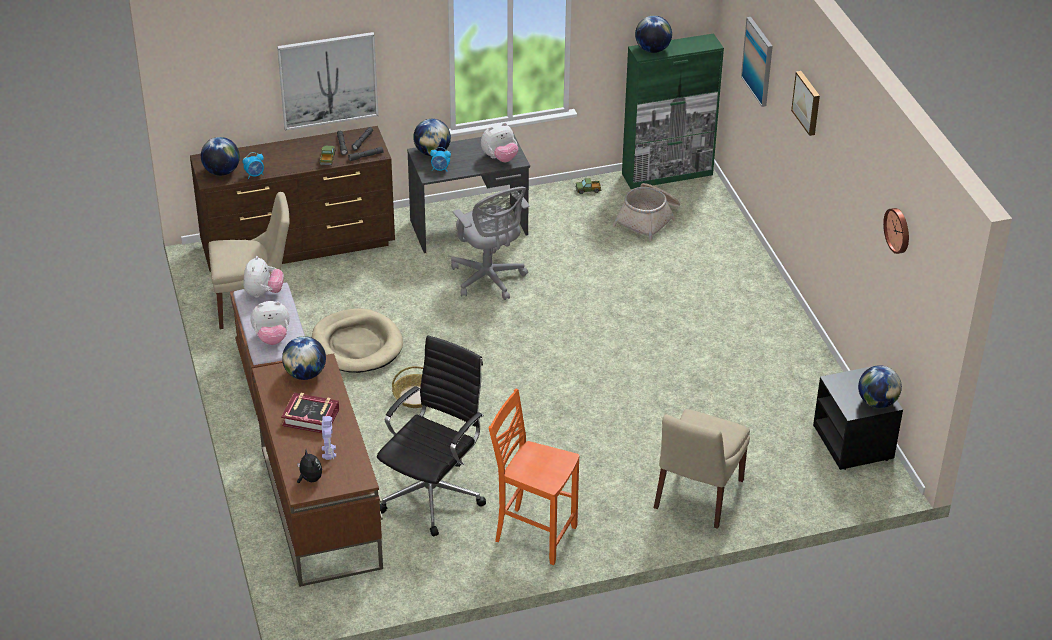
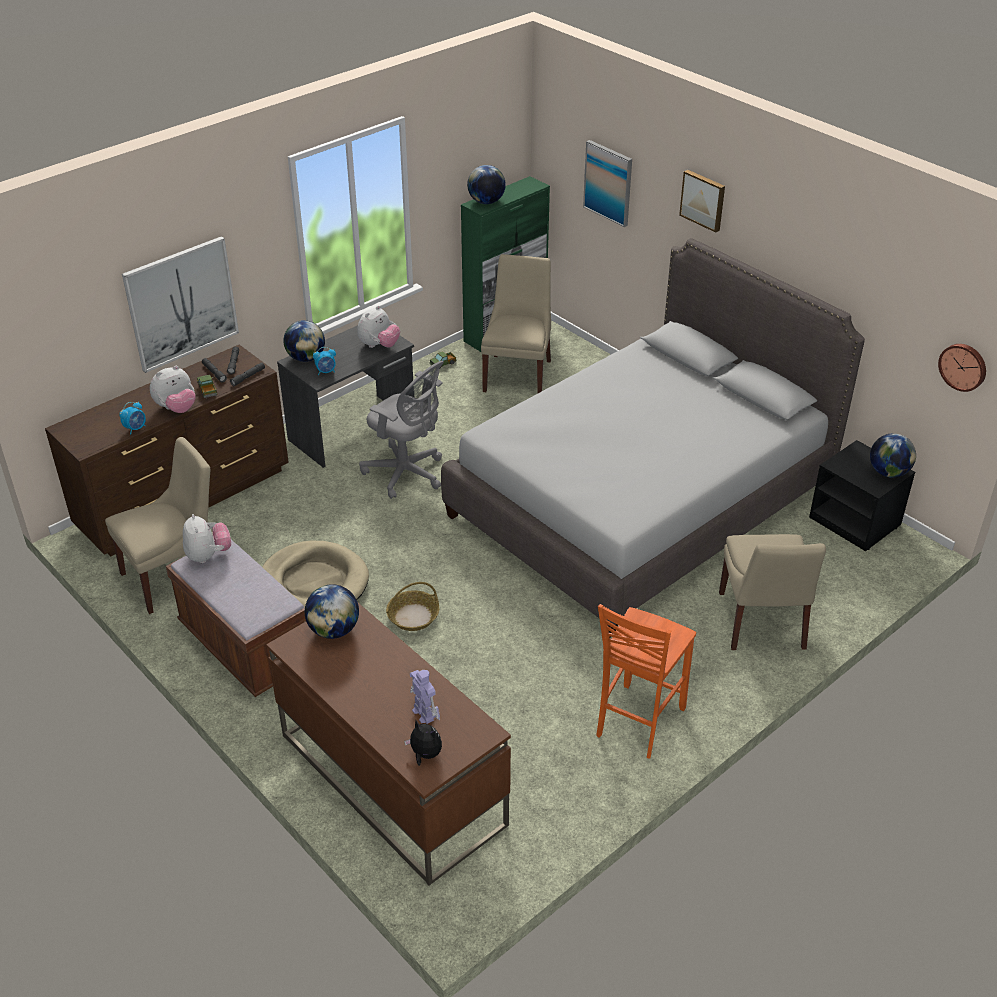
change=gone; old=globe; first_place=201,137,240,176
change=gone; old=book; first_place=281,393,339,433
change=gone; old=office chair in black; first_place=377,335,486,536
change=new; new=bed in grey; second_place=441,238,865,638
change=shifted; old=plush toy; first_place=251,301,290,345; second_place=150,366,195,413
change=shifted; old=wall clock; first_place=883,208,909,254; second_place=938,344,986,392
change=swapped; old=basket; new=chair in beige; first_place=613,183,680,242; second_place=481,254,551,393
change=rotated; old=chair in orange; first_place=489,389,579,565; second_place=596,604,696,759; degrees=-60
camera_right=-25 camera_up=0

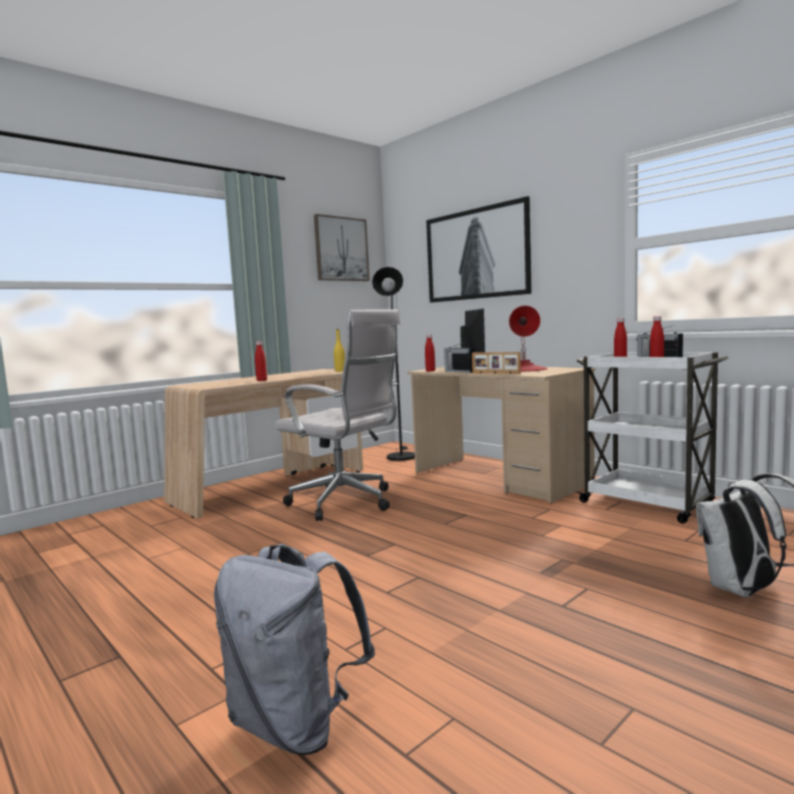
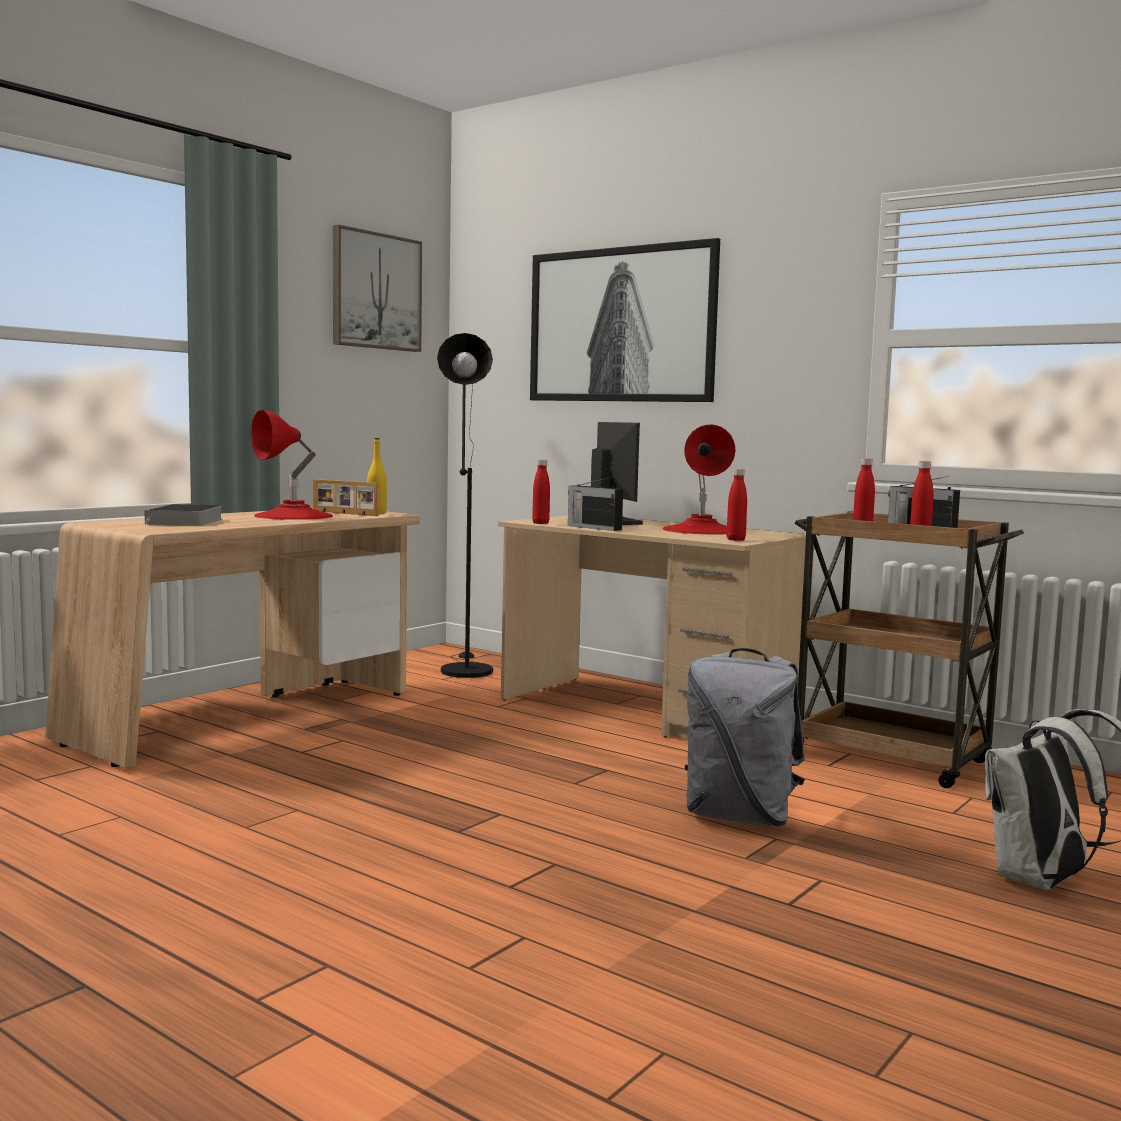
change=gone; old=office chair in white; first_place=274,309,400,521
change=new; new=book; second_place=143,504,223,526
change=new; new=table lamp in red; second_place=251,409,333,520
change=shifted; old=backpack in grey; first_place=214,544,375,755; second_place=685,648,805,826
change=shifted; old=bottle in red; first_place=255,341,267,381; second_place=727,468,747,541
change=shifted; old=picture frame; first_place=472,352,521,374; second_place=313,479,379,516
change=repainted; old=cart in white; new=cart in brown; first_place=576,352,728,524; second_place=794,511,1024,788
camera_right=-10 camera_up=0

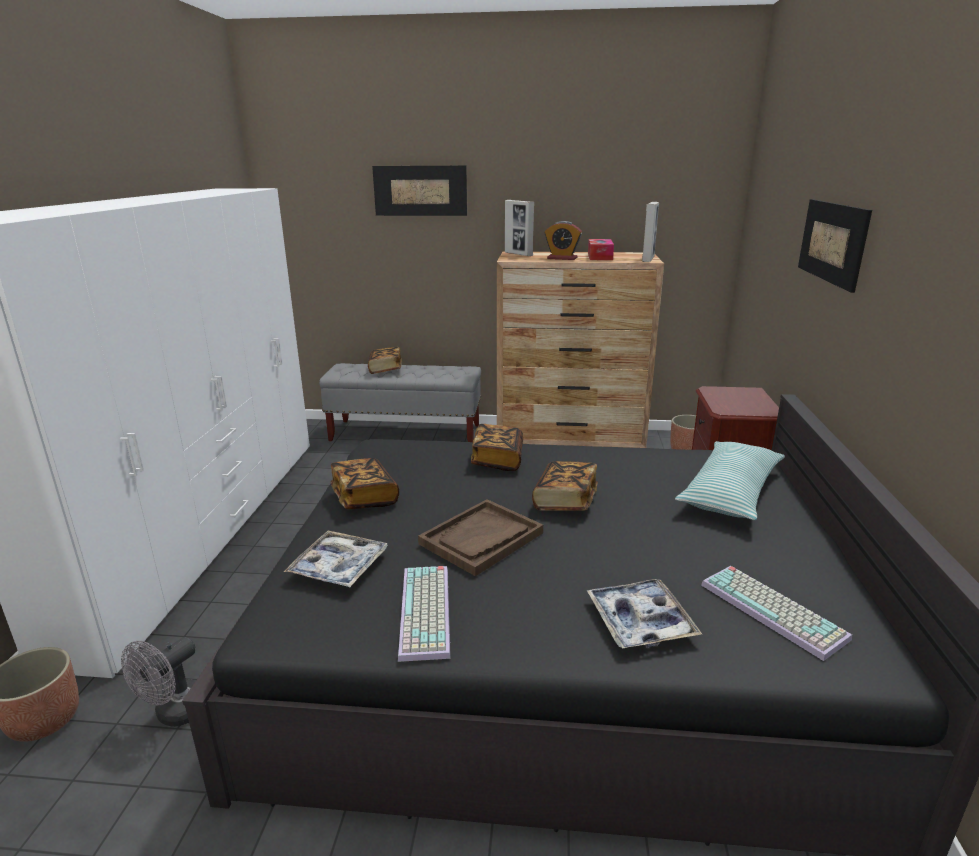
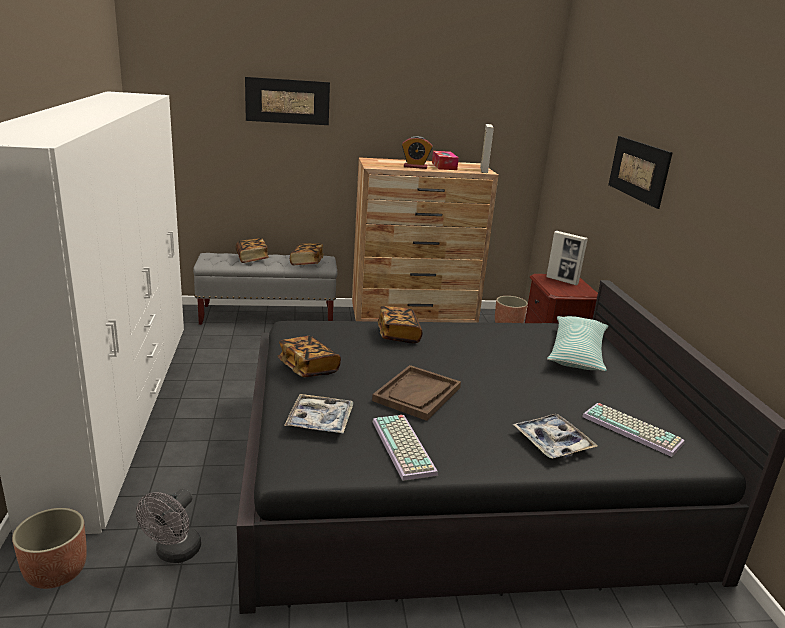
change=shifted; old=picture frame; first_place=505,200,534,256; second_place=546,231,588,285
change=shifted; old=book; first_place=532,461,598,511; second_place=290,243,324,265
camera_right=-15 camera_up=0

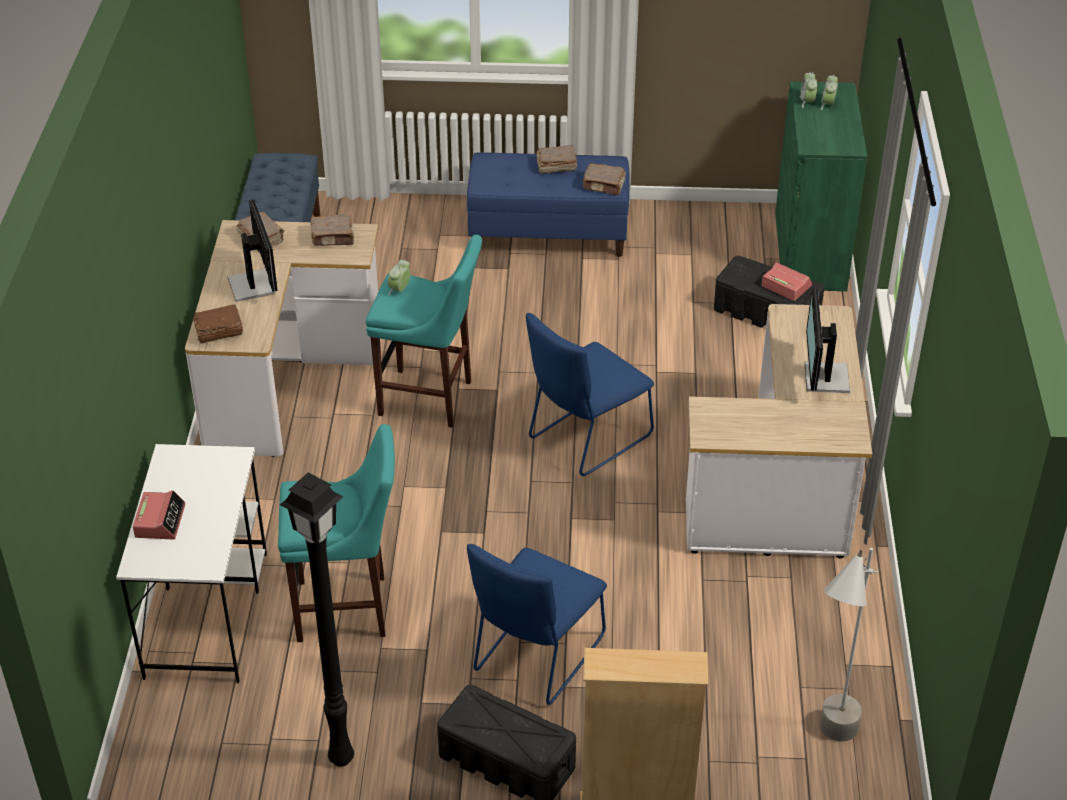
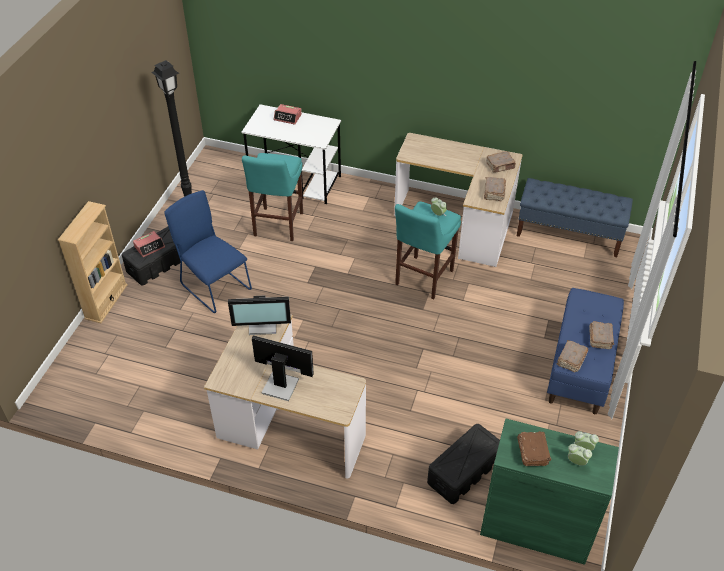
change=gone; old=chair in blue; first_place=526,313,654,476
change=gone; old=floor lamp in grey; first_place=820,548,879,741
change=shifted; old=book in brown; first_place=193,305,243,344; second_place=517,431,551,466
change=shifted; old=monitor; first_place=228,200,278,302; second_place=228,296,291,335
change=shifted; old=alarm clock; first_place=762,262,812,301; second_place=133,231,165,257
camera_right=105 camera_up=5

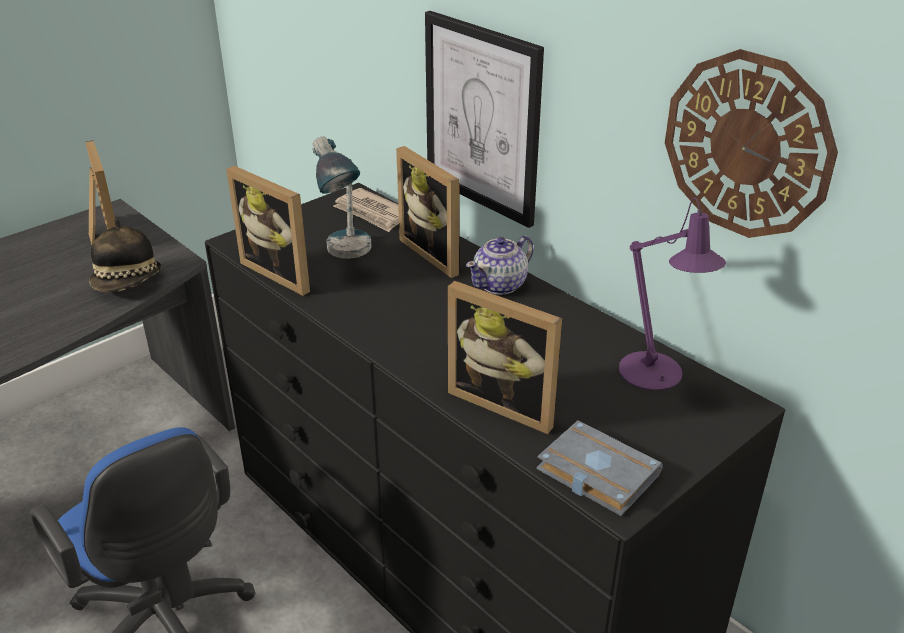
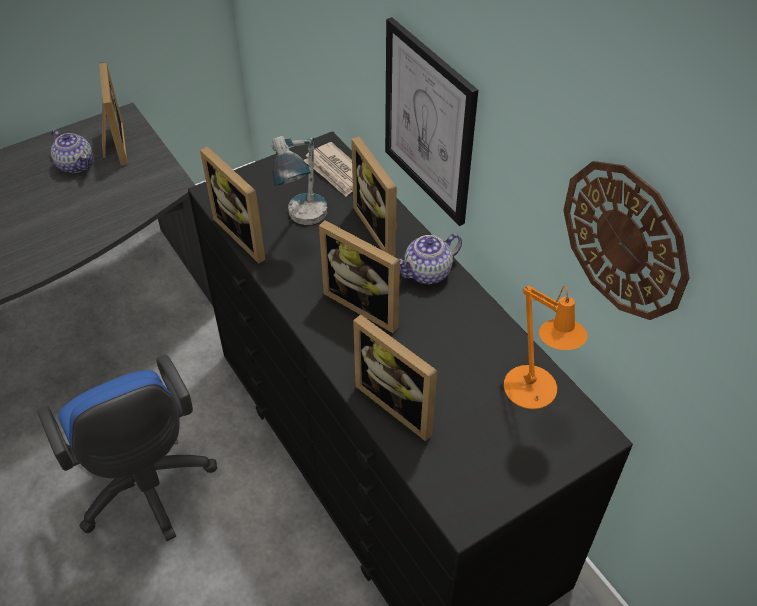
change=gone; old=hat; first_place=89,219,162,292
change=gone; old=book in grey; first_place=537,420,663,516
change=new; new=teapot; second_place=51,130,93,173
change=new; new=picture frame; second_place=319,220,400,333
change=repainted; old=table lamp in purple; new=table lamp in orange; first_place=619,198,726,390; second_place=504,286,587,409
camera_right=10 camera_up=15

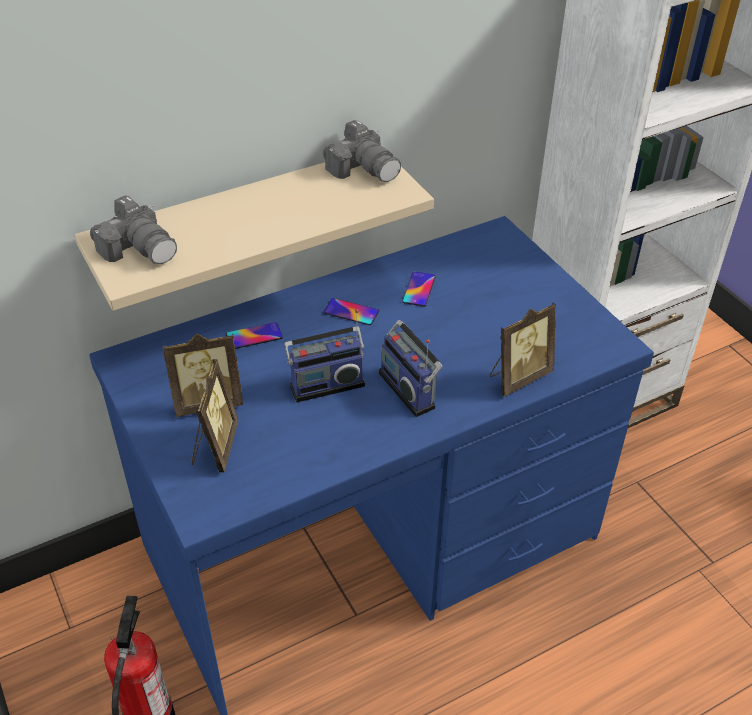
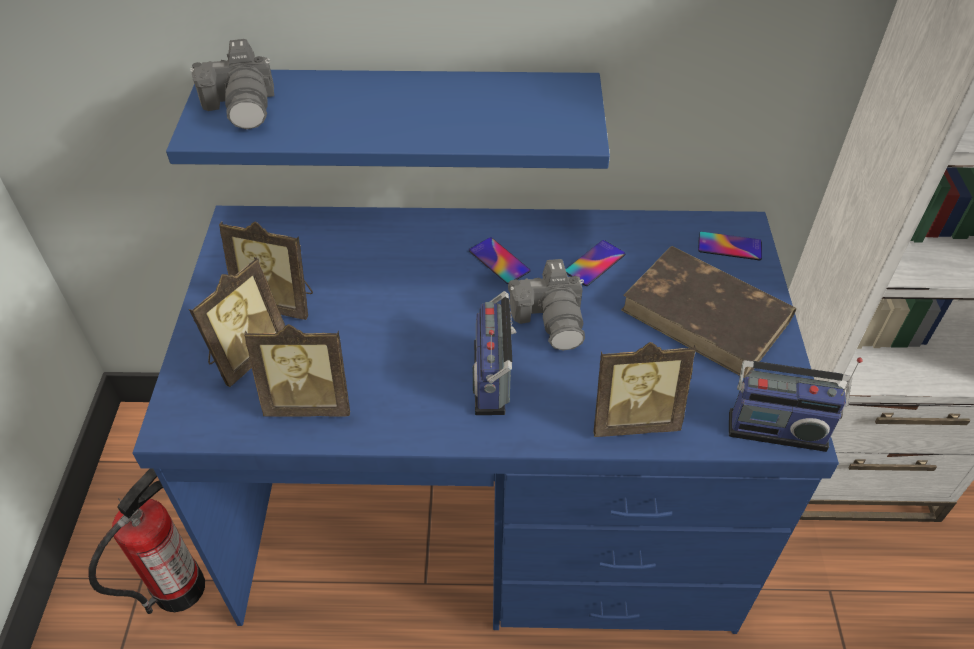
change=new; new=picture frame; second_place=244,324,350,416
change=new; new=book in brown; second_place=621,246,796,378
change=shifted; old=phone; first_place=226,322,283,349; second_place=698,232,762,260
change=shifted; old=radio; first_place=284,309,365,402; second_place=729,358,863,452
change=shifted; old=photo camera; first_place=323,120,401,182; second_place=508,259,585,351
change=repainted; old=shelf in beige; new=shelf in blue; first_place=75,162,434,311; second_place=166,70,610,169
camera_right=30 camera_up=5

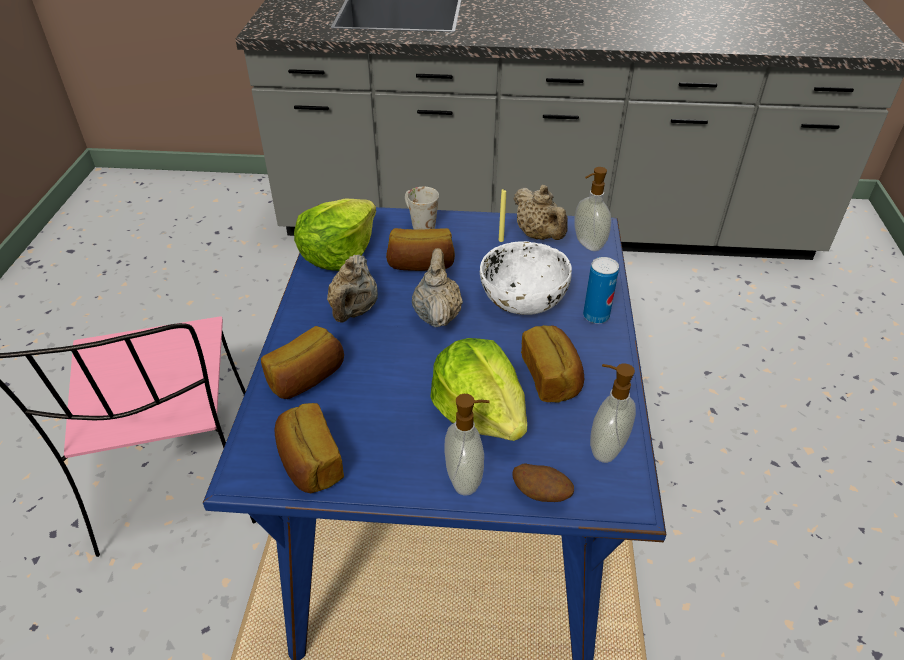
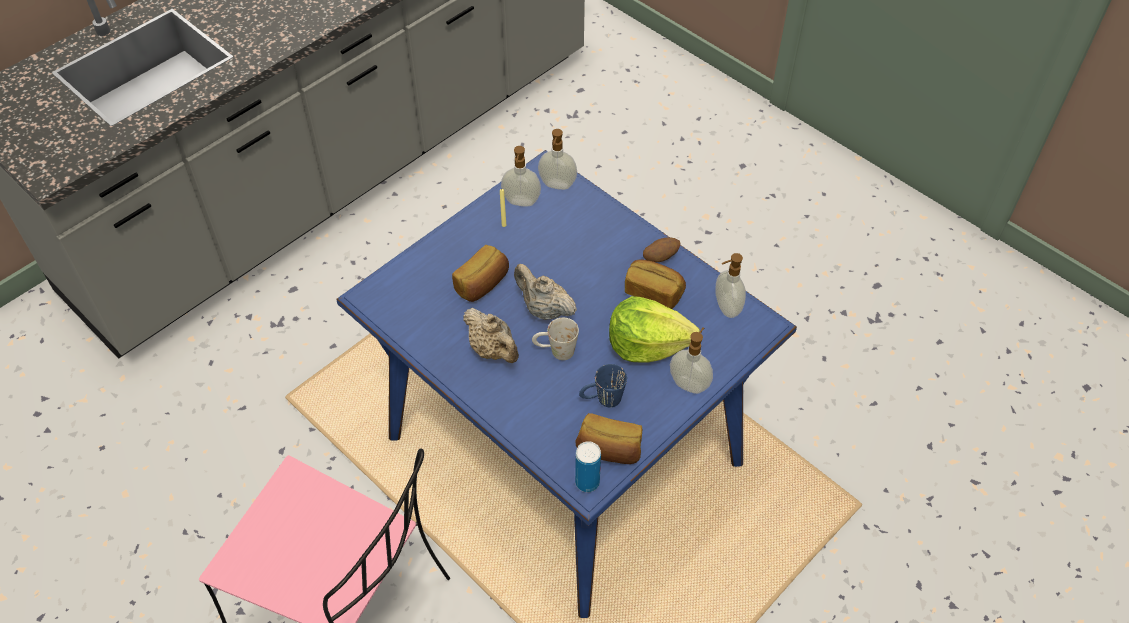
change=gone; old=bread; first_place=261,326,344,399
change=gone; old=lettuce; first_place=294,198,376,271
change=gone; old=bowl in white; first_place=480,241,572,315
change=new; new=mug in blue; second_place=579,364,627,407
change=shifted; old=mug in white; first_place=405,187,439,230; second_place=532,318,579,360
change=shifted; old=potato; first_place=512,464,574,502; second_place=643,237,680,262
change=shifted; old=can; first_place=583,257,619,324; second_place=575,441,601,492
change=swapped; old=teapot in beige; new=soap dispenser; first_place=514,185,568,240; second_place=501,146,541,206
camera_right=-50 camera_up=10

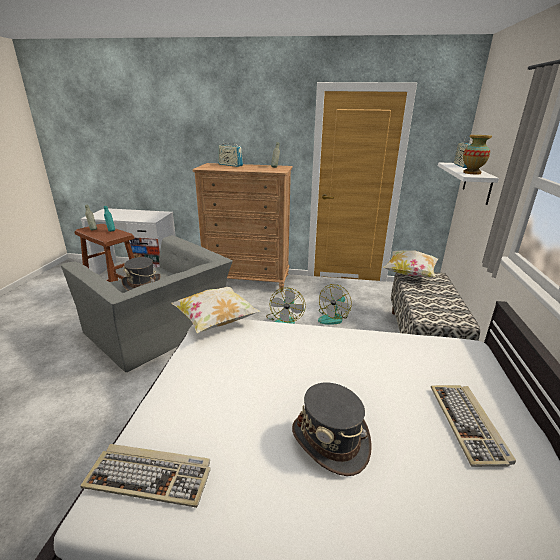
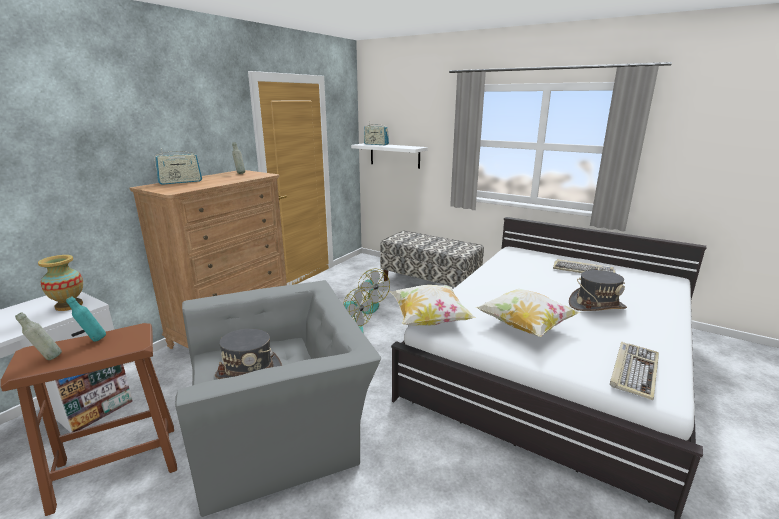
change=shifted; old=pillow; first_place=384,250,438,277; second_place=475,289,580,337
change=shifted; old=vase; first_place=463,135,492,174; second_place=38,255,83,311
camera_right=-65 camera_up=-5

